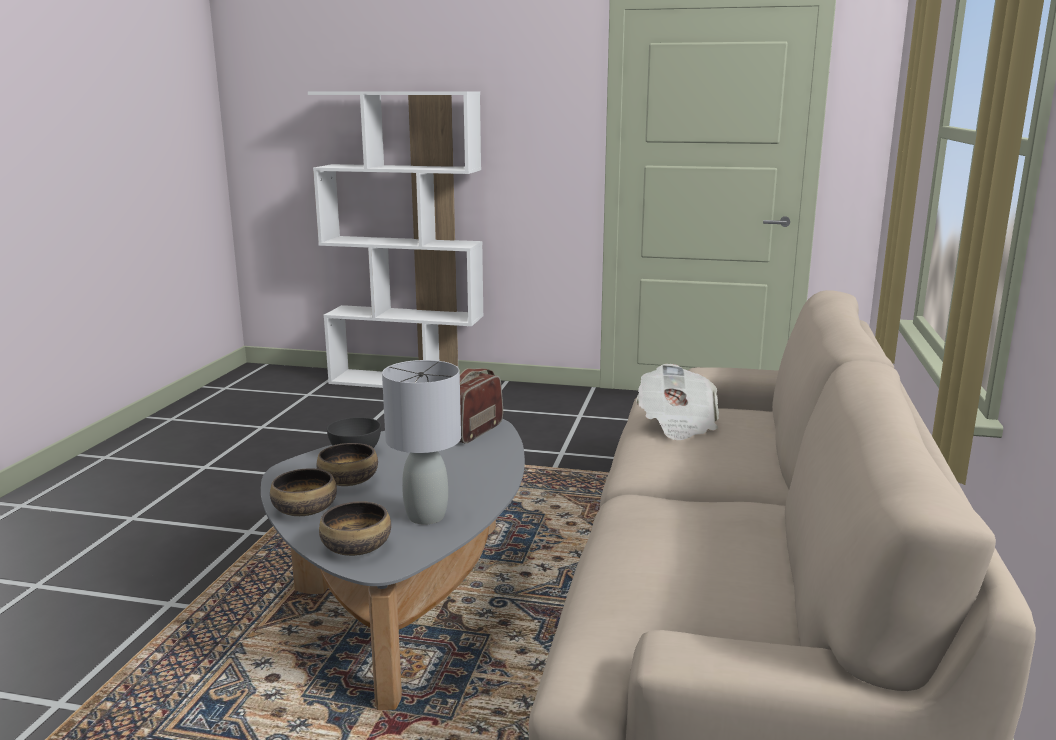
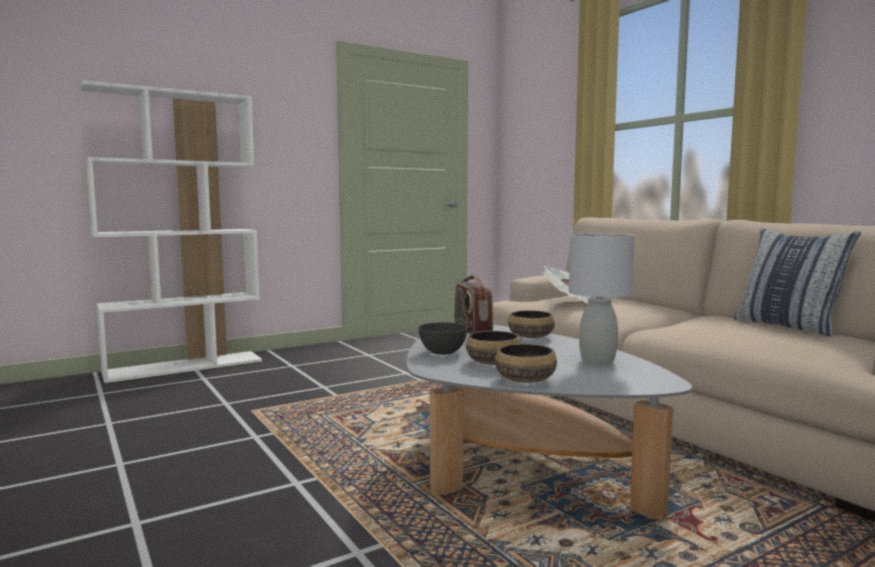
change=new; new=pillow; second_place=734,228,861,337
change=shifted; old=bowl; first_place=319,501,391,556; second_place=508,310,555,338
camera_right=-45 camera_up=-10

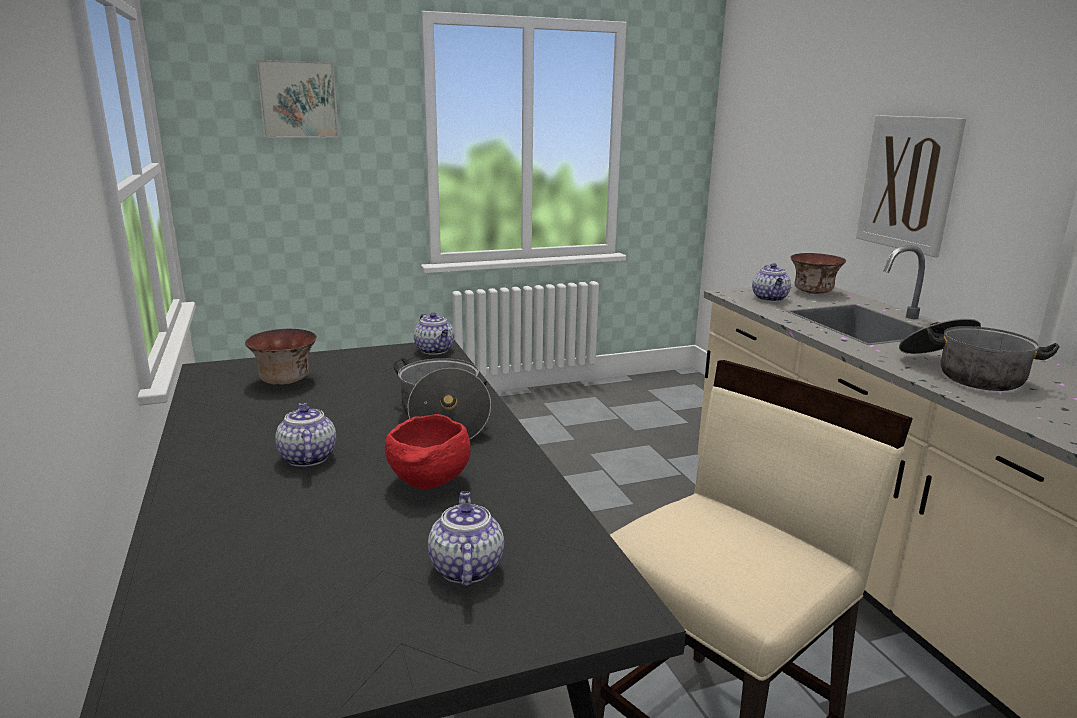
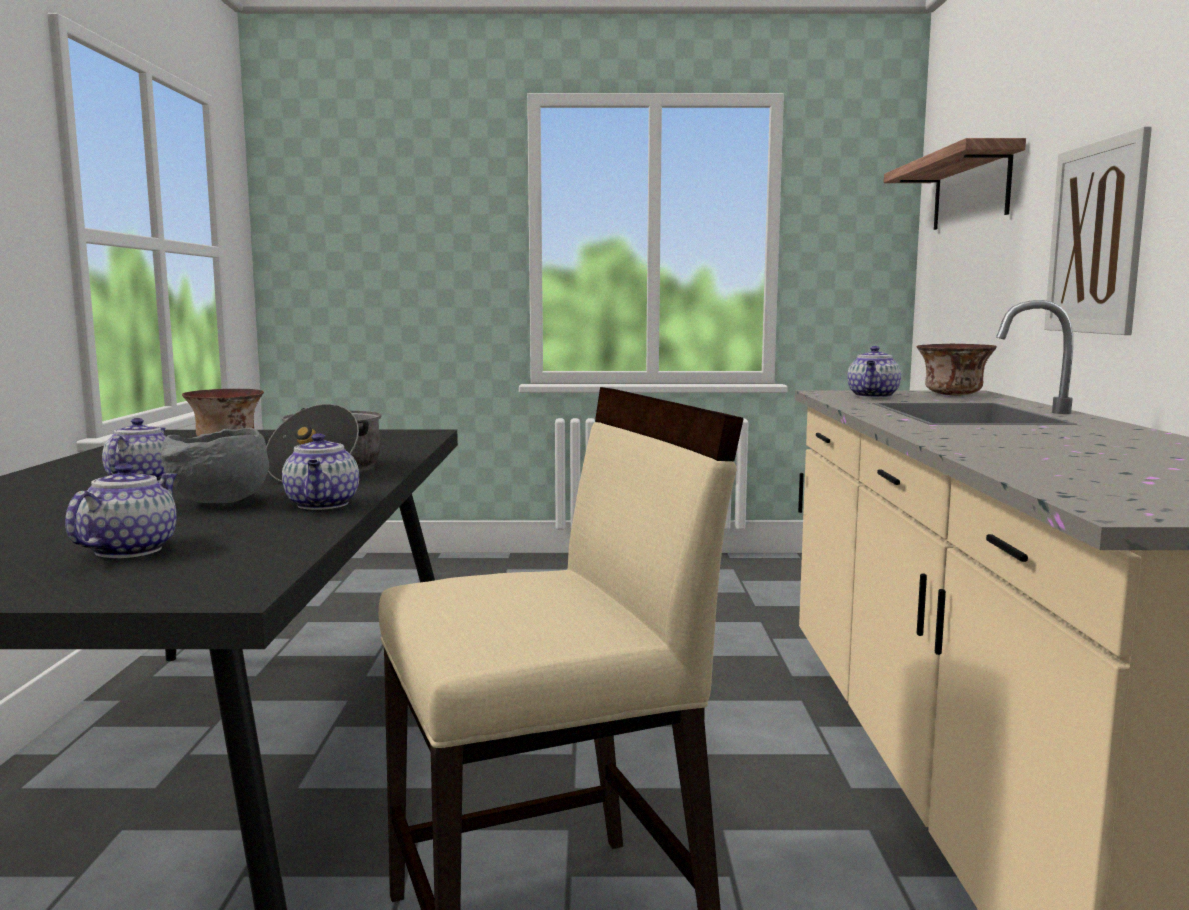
change=gone; old=picture; first_place=256,60,339,138
change=gone; old=cooking pot; first_place=899,319,1060,391
change=new; new=shelf; second_place=884,138,1026,230
change=shifted; old=teapot; first_place=414,312,454,355; second_place=282,433,359,510
change=repainted; old=bowl in red; new=bowl in grey; first_place=384,414,471,489; second_place=161,427,269,503
camera_right=20 camera_up=-10

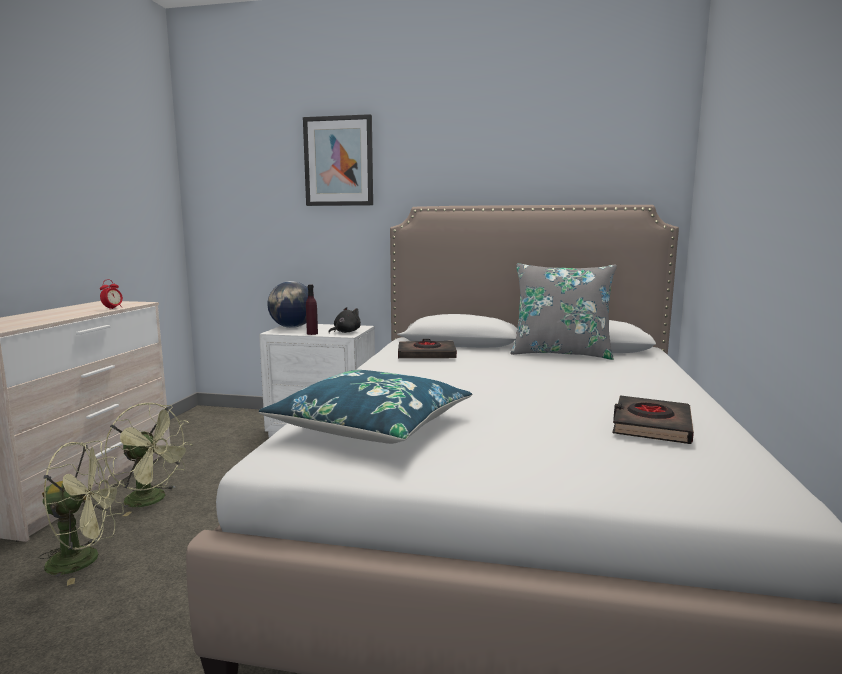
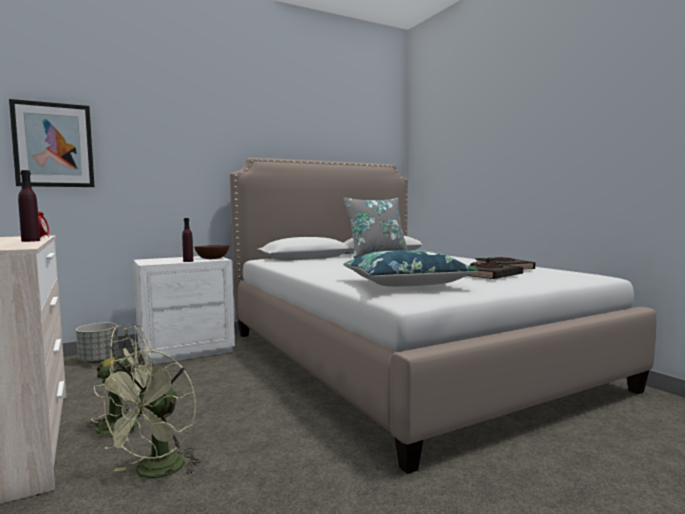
change=gone; old=globe; first_place=267,281,308,328
change=new; new=bottle in purple; second_place=18,170,40,242
change=new; new=planter in grey; second_place=76,323,119,363
change=shifted; old=picture; first_place=303,114,373,206; second_place=9,99,95,187
change=shifted; old=book in black; first_place=398,339,457,358; second_place=468,262,523,279
change=swapped; old=plush toy in black; new=bowl in brown; first_place=329,307,361,333; second_place=194,245,229,259
change=rotated; old=fan in green; first_place=39,441,124,586; second_place=91,349,201,478; degrees=150
camera_right=-40 camera_up=-5

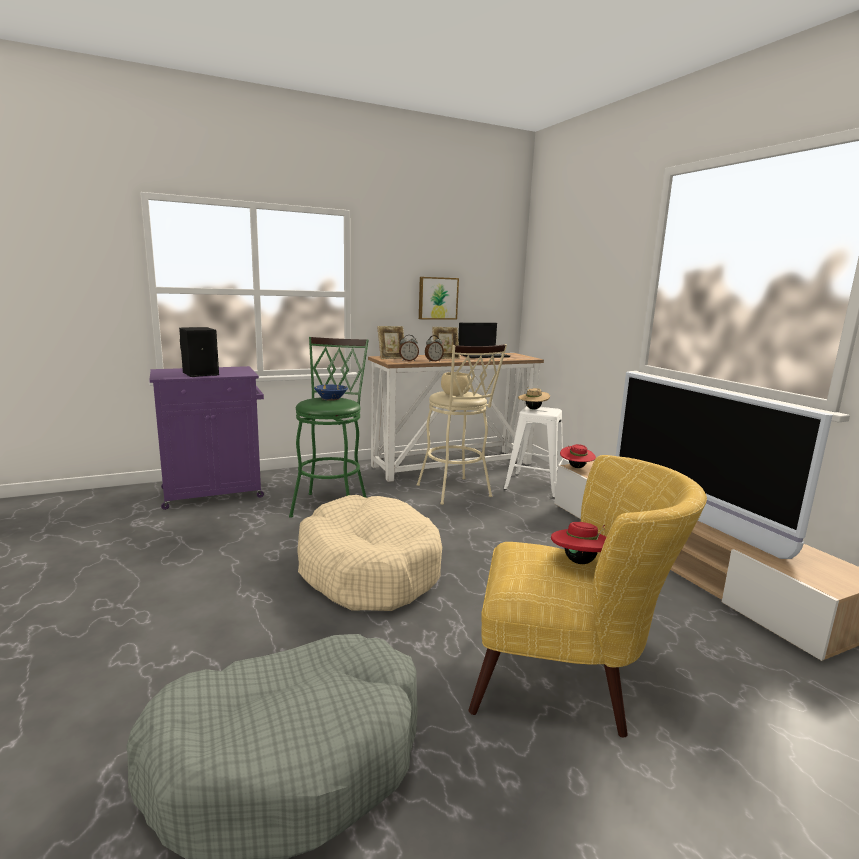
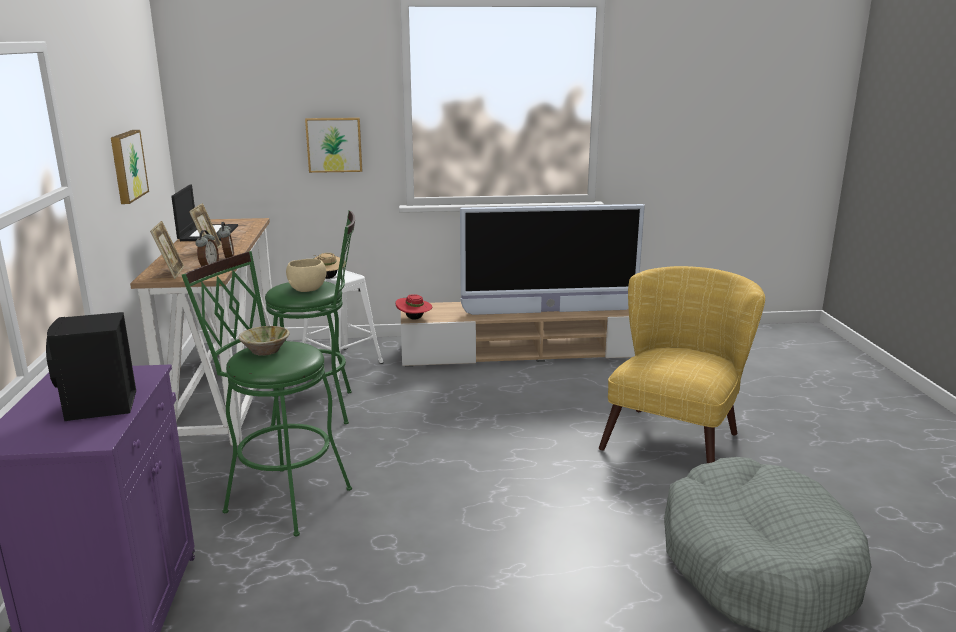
change=gone; old=dog bed in beige; first_place=297,495,442,611
change=gone; old=hat in red; first_place=551,522,606,564
change=new; new=picture; second_place=305,118,362,173
change=repainted; old=bowl in blue; new=bowl in beige; first_place=314,384,348,401; second_place=238,326,290,356
change=repainted; old=stool in beige; new=stool in green; first_place=417,344,507,505; second_place=265,210,355,426
camera_right=-70 camera_up=5

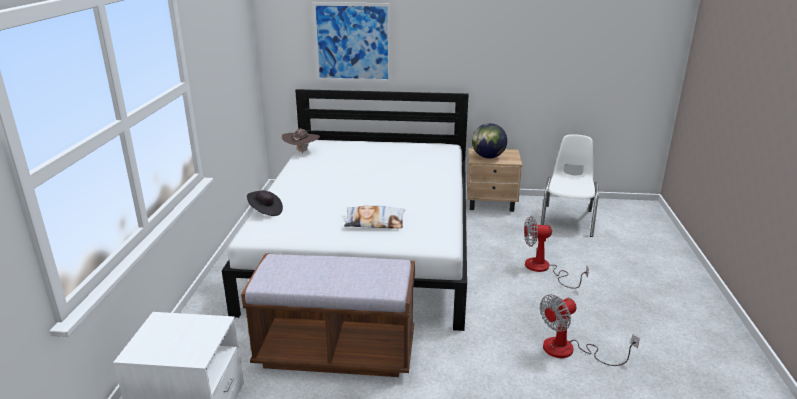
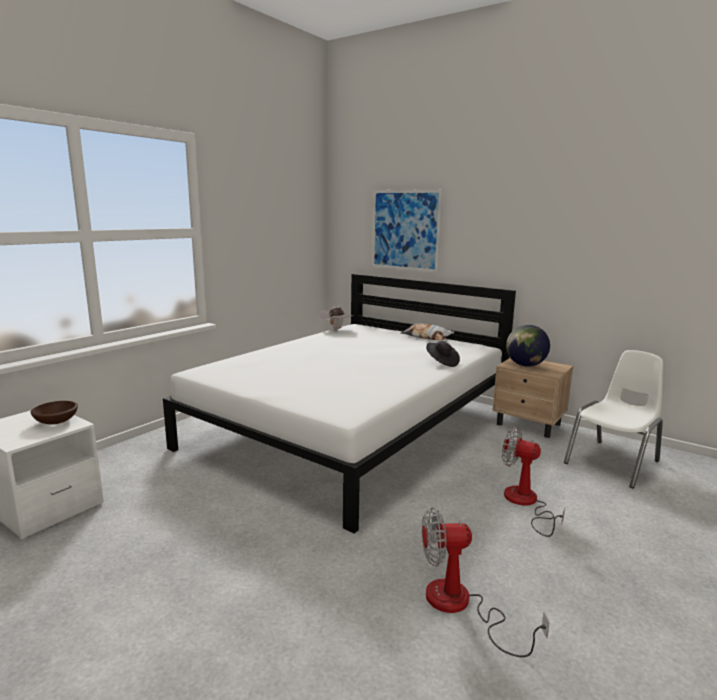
change=gone; old=bench in brown; first_place=241,253,415,377
change=new; new=bowl in brown; second_place=30,401,78,424
change=shifted; old=hat in black; first_place=247,190,283,216; second_place=426,341,460,367
change=shifted; old=pillow; first_place=344,206,405,229; second_place=401,323,454,340
camera_right=30 camera_up=-10

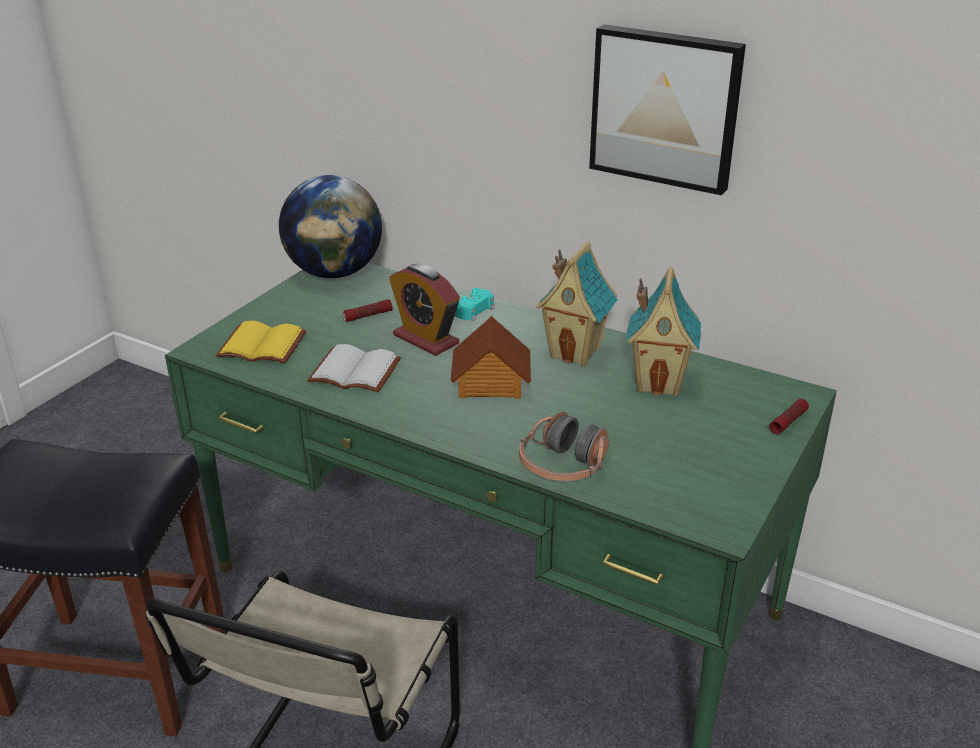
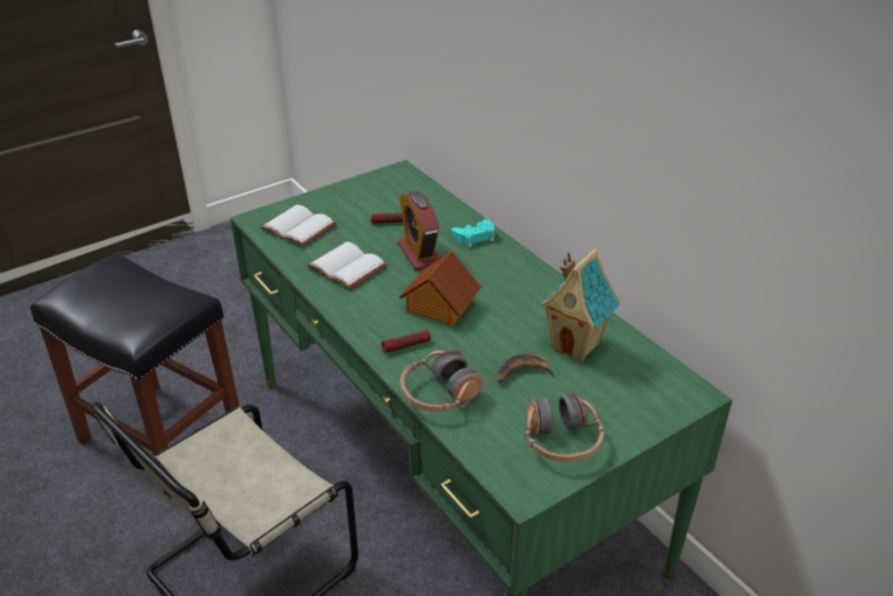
change=gone; old=globe; first_place=279,175,382,278
change=gone; old=toy house; first_place=536,242,618,366
change=gone; old=picture; first_place=589,24,746,195
change=new; new=banana; second_place=496,354,556,383
change=new; new=headphones; second_place=525,392,605,462
change=shifted; old=flashlight; first_place=769,399,809,434; second_place=381,330,431,353
change=repainted; old=book in yellow; new=book in white; first_place=216,321,306,363; second_place=260,205,337,247
camera_right=25 camera_up=5

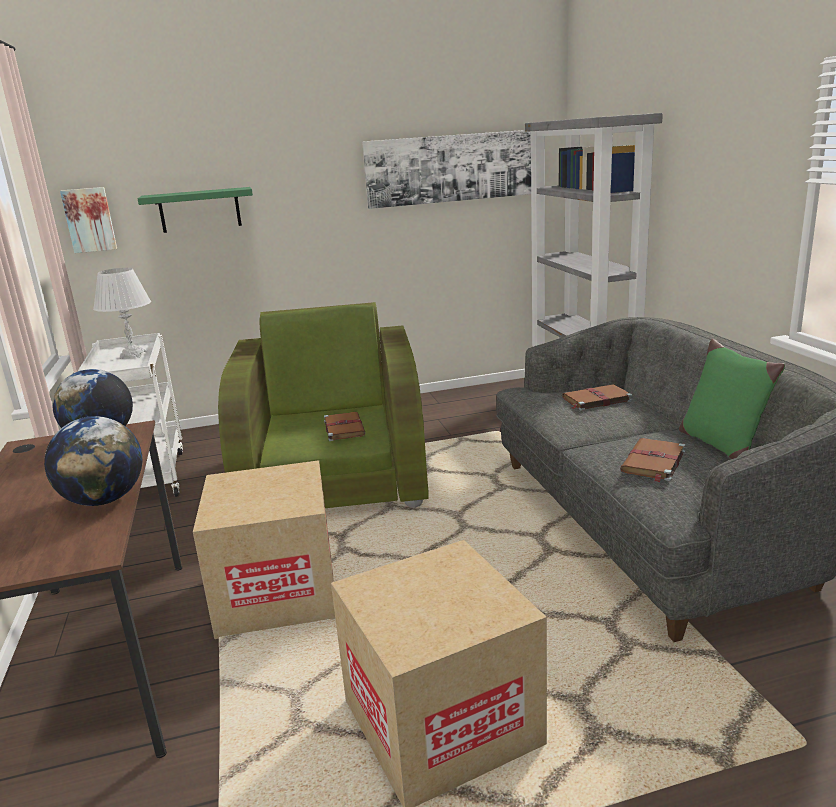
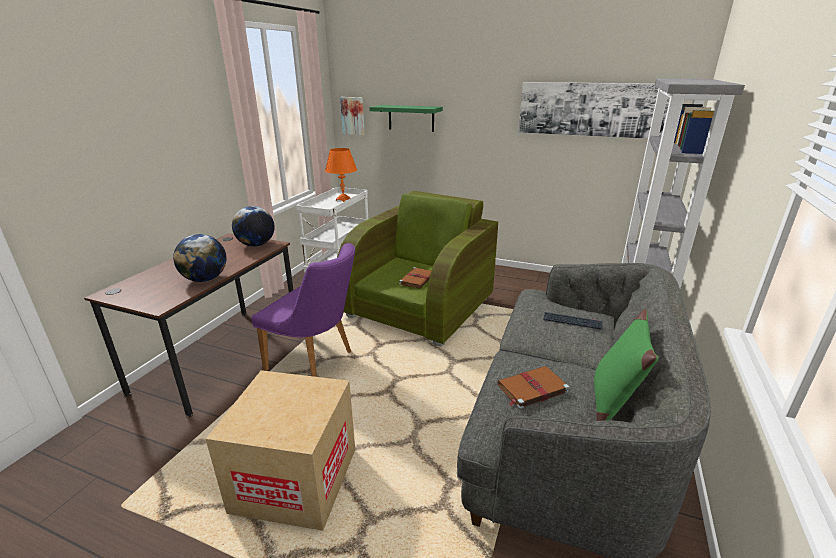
change=swapped; old=cardboard box; new=chair in purple; first_place=193,460,335,639; second_place=251,243,355,377
change=swapped; old=book in brown; new=keyboard; first_place=562,384,632,411; second_place=543,312,602,330
change=repainted; old=table lamp in white; new=table lamp in orange; first_place=93,268,151,359; second_place=325,148,357,202
camera_right=35 camera_up=5

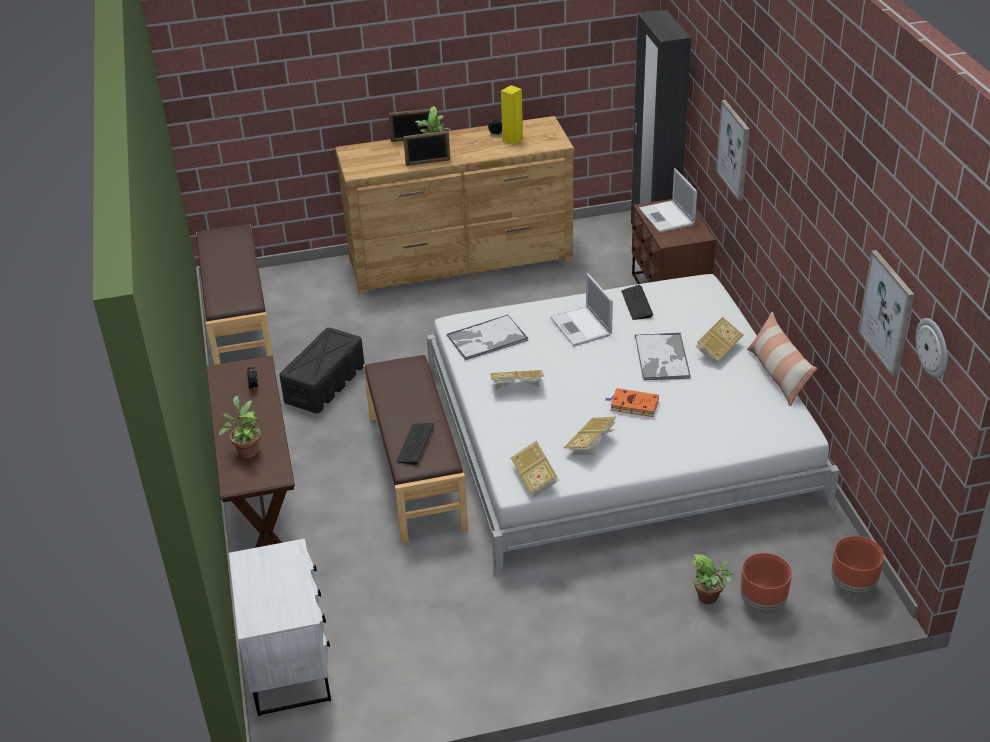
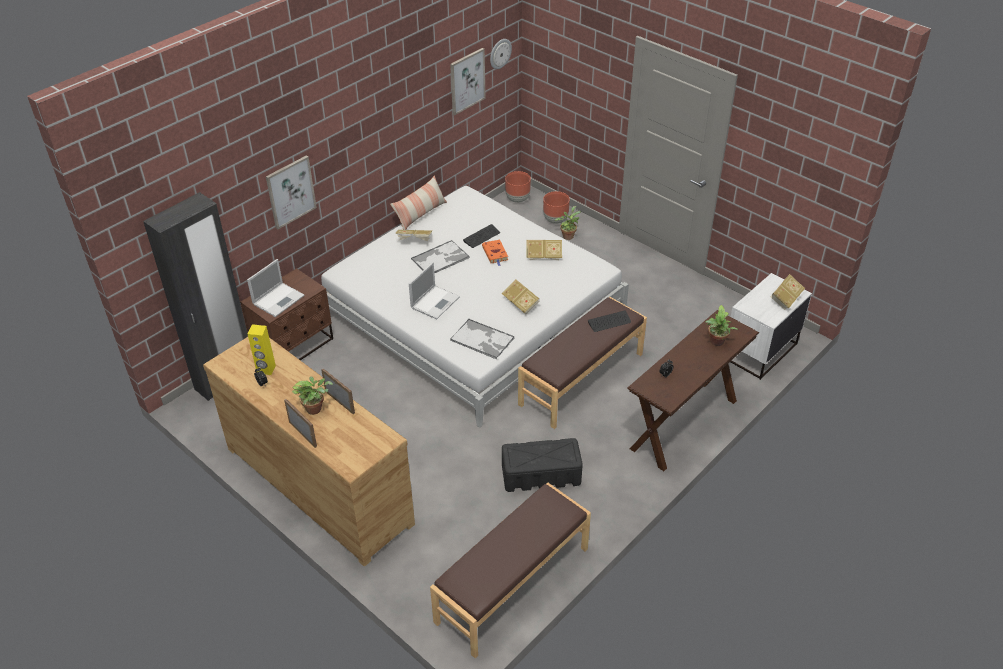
change=shifted; old=book; first_place=511,441,560,497; second_place=770,274,805,310
change=shifted; old=keyboard; first_place=621,285,653,320; second_place=463,224,500,248
camera_right=-125 camera_up=5

